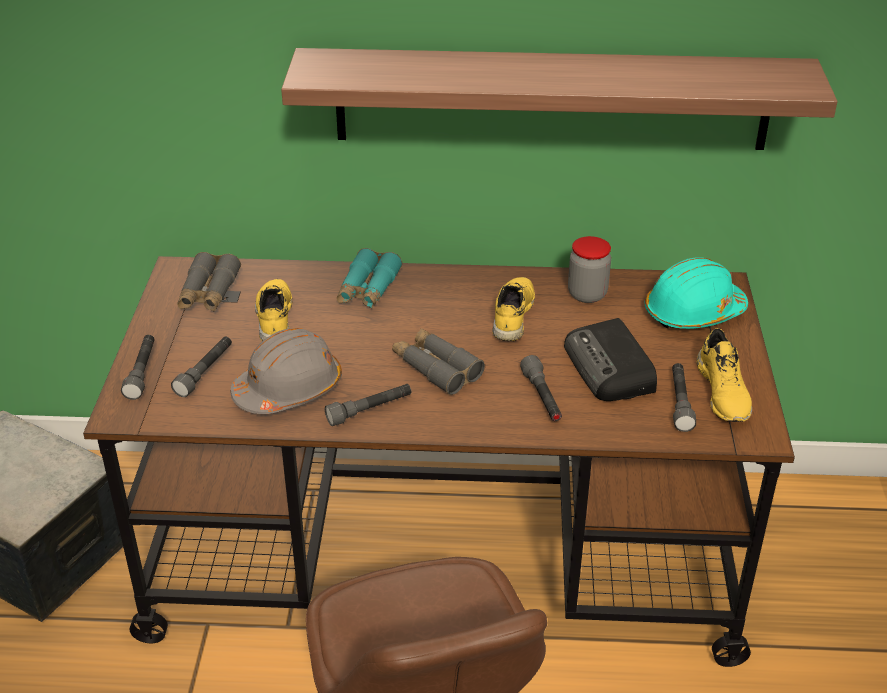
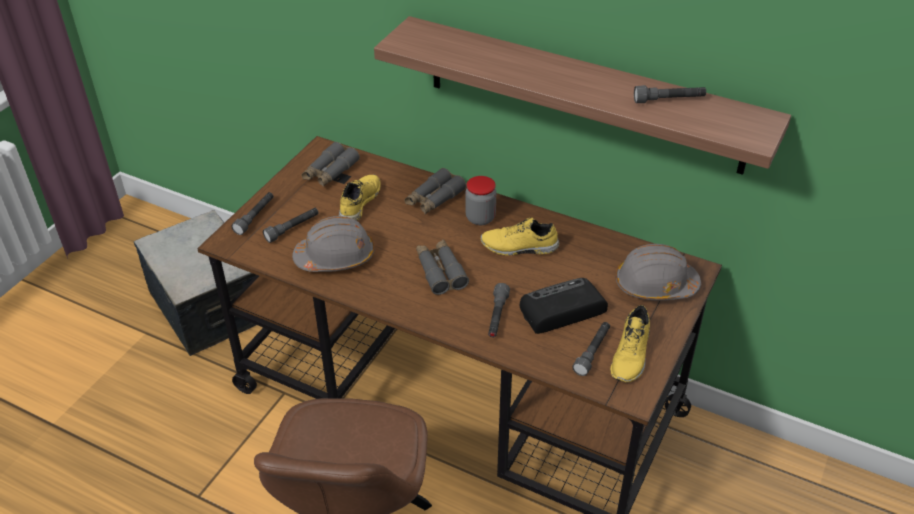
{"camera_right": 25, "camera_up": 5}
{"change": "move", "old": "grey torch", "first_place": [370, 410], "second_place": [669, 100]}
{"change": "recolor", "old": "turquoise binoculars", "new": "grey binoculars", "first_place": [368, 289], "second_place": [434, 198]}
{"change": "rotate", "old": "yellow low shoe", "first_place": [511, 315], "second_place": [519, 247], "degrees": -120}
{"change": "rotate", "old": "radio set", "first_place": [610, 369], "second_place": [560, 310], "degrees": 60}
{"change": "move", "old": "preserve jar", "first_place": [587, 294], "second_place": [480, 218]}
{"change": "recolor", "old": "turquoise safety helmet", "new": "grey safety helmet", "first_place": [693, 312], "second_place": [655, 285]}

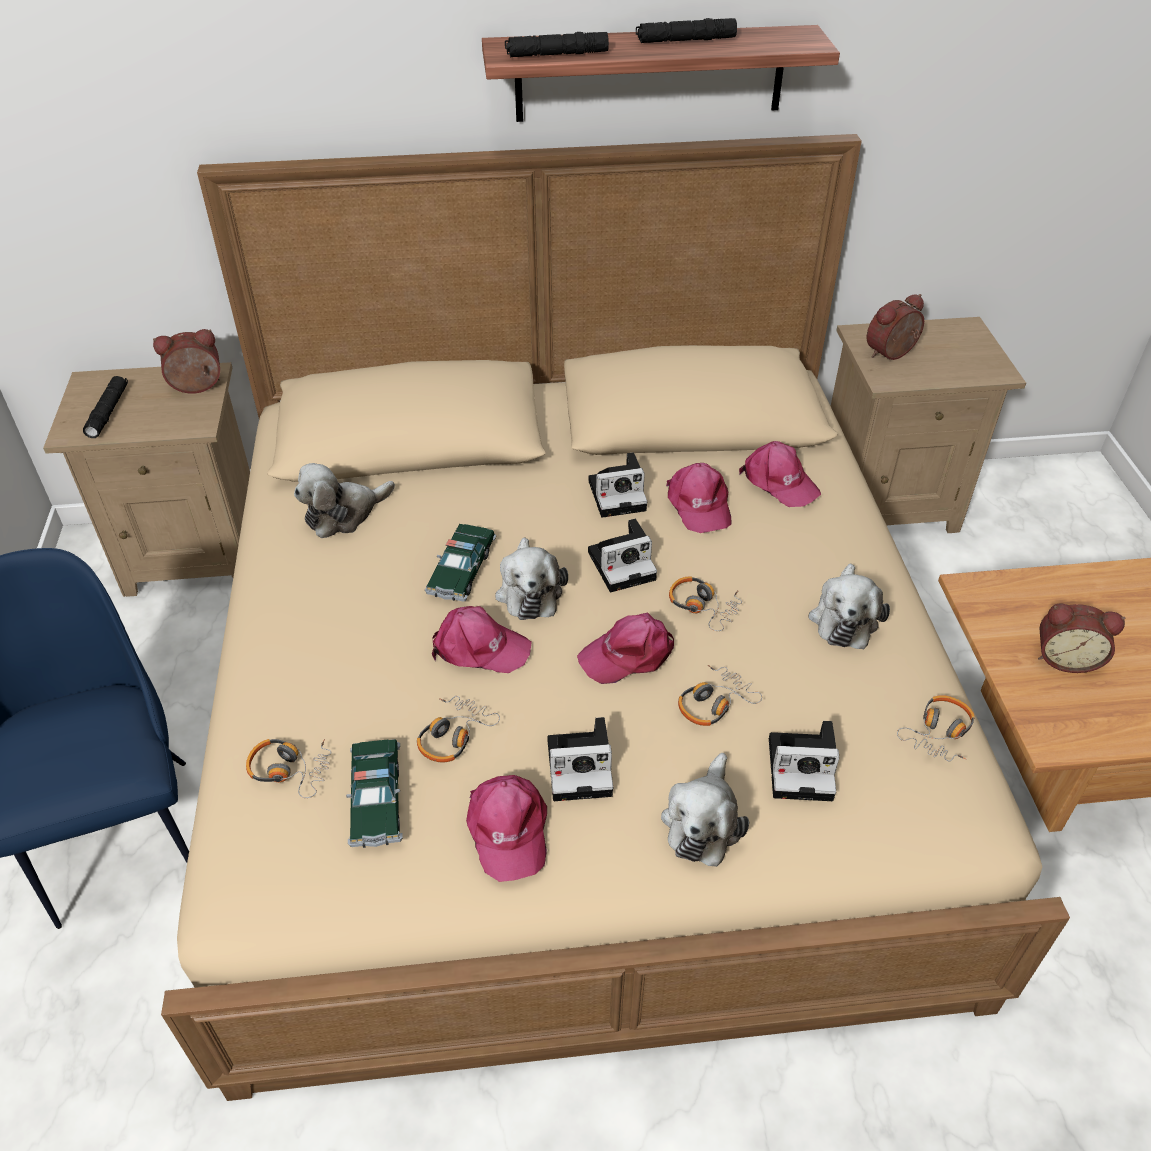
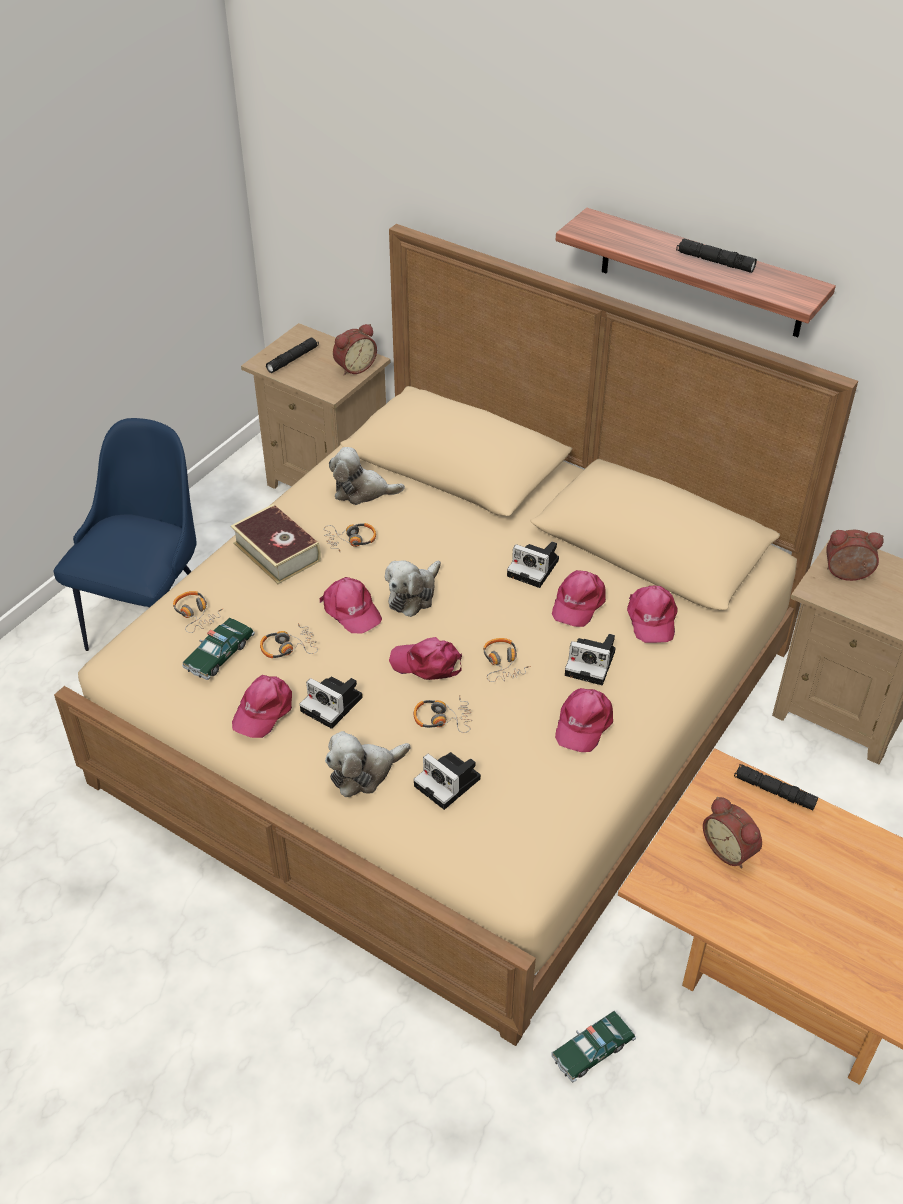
{"camera_right": 40, "camera_up": 0}
{"change": "rotate", "old": "alarm clock", "first_place": [197, 388], "second_place": [354, 367], "degrees": 120}
{"change": "move", "old": "model car", "first_place": [462, 570], "second_place": [592, 1050]}
{"change": "move", "old": "black torch", "first_place": [556, 54], "second_place": [774, 791]}
{"change": "move", "old": "photo camera", "first_place": [623, 564], "second_place": [592, 663]}
{"change": "replace", "old": "plush toy", "new": "pink-coloured baseball cap", "first_place": [844, 618], "second_place": [583, 723]}
{"change": "move", "old": "pair of headphones", "first_place": [939, 733], "second_place": [350, 541]}
{"change": "insert", "new": "volume", "second_place": [277, 552]}

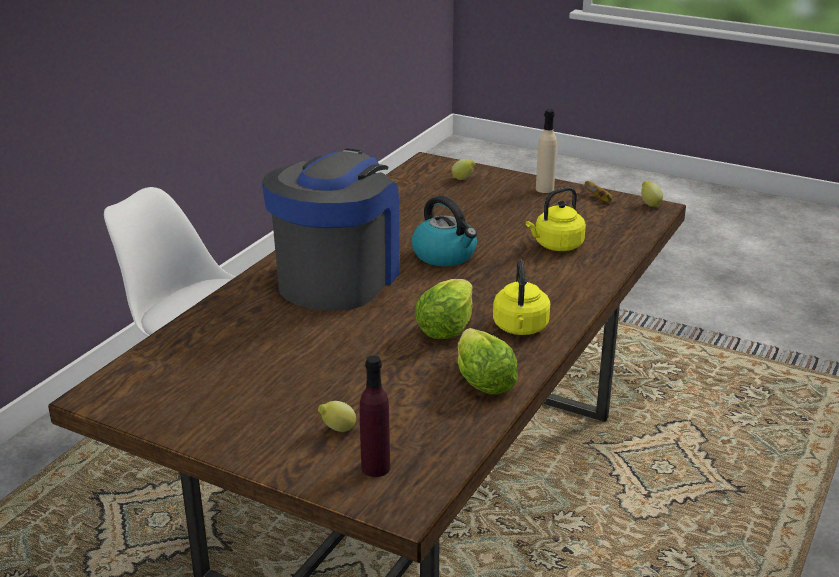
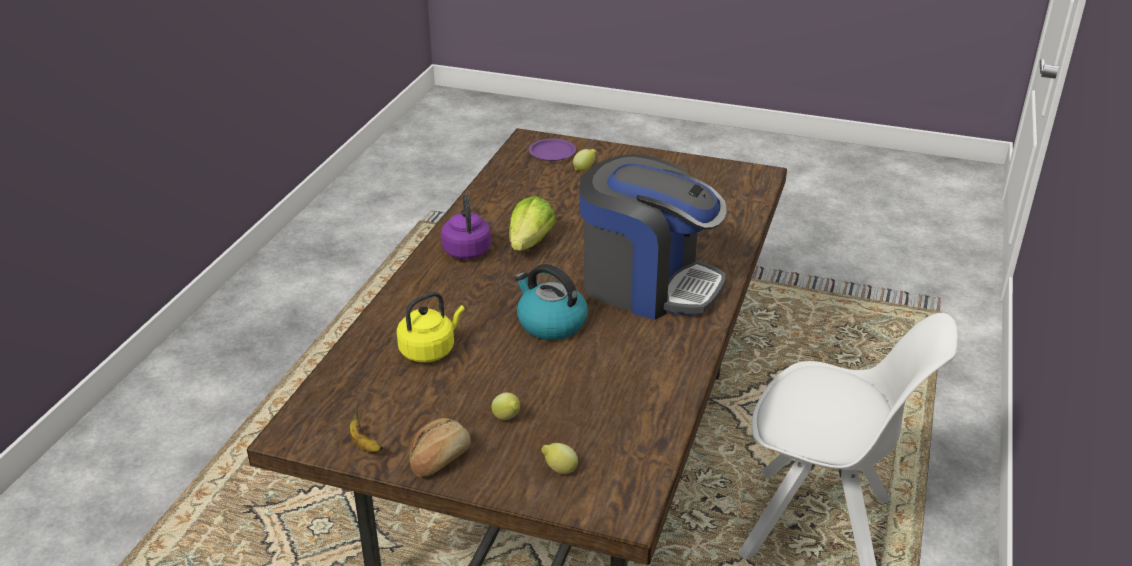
{"camera_right": 170, "camera_up": 5}
{"change": "rotate", "old": "coffee brewer", "first_place": [338, 278], "second_place": [648, 284], "degrees": -75}
{"change": "replace", "old": "purplish beverage bottle", "new": "purplish flat dish", "first_place": [375, 468], "second_place": [552, 153]}
{"change": "delete", "old": "lettuce", "first_place": [482, 380]}
{"change": "recolor", "old": "yellow kettle", "new": "purplish kettle", "first_place": [520, 328], "second_place": [467, 249]}
{"change": "replace", "old": "sand-coloured beverage bottle", "new": "bakery bread", "first_place": [544, 189], "second_place": [439, 459]}
{"change": "move", "old": "citrus fruit", "first_place": [649, 204], "second_place": [507, 418]}

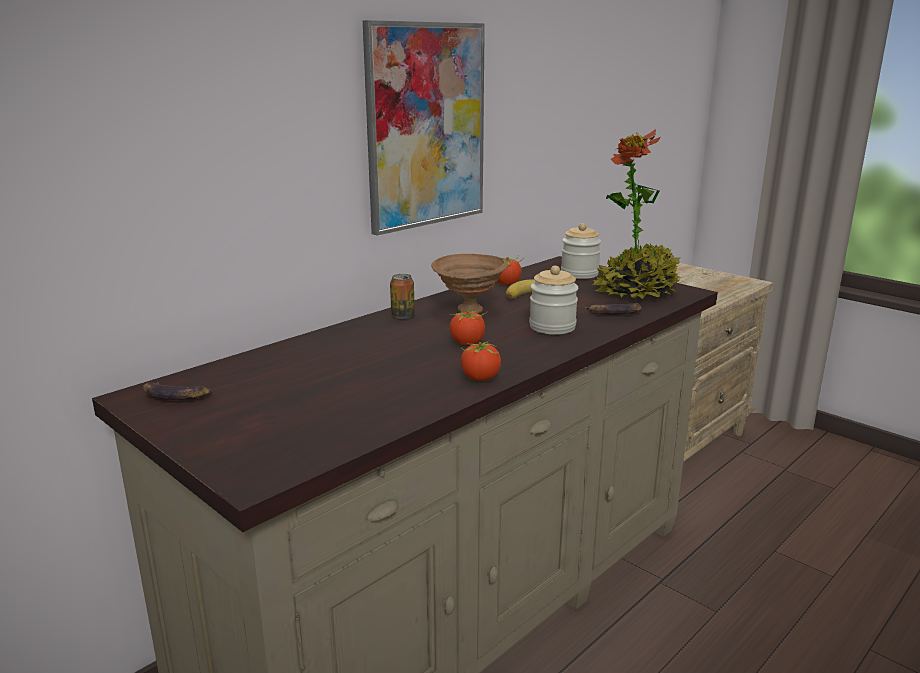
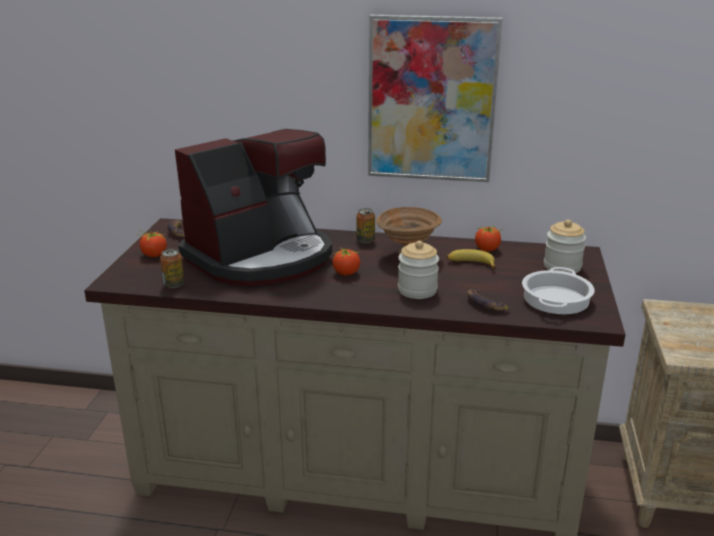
{"camera_right": 55, "camera_up": 5}
{"change": "move", "old": "whole tomato", "first_place": [480, 378], "second_place": [154, 255]}
{"change": "replace", "old": "plant in a pot", "new": "cooking pot", "first_place": [636, 291], "second_place": [556, 299]}
{"change": "insert", "new": "metal can", "second_place": [174, 284]}
{"change": "insert", "new": "coffee brewer", "second_place": [261, 257]}

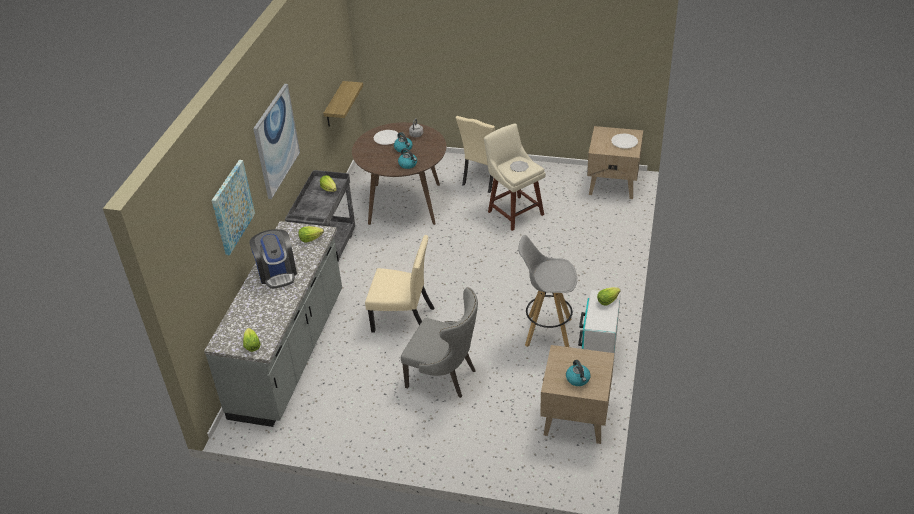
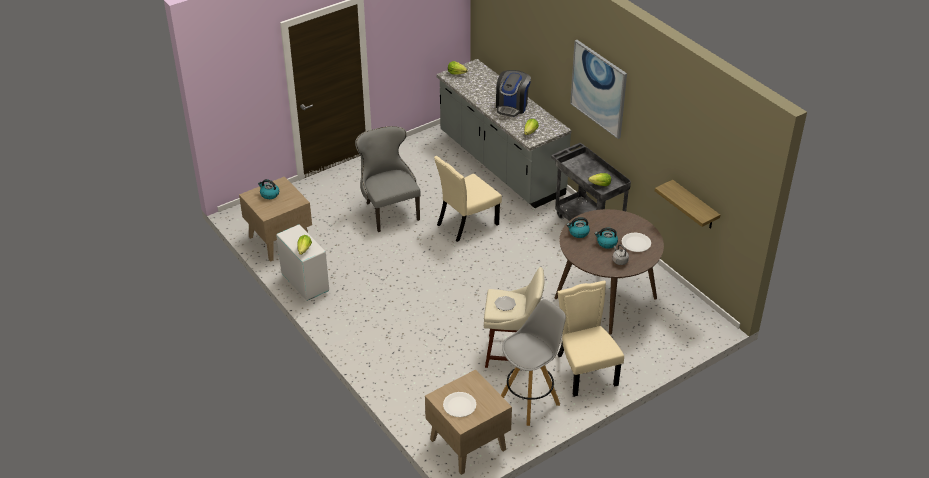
{"camera_right": 130, "camera_up": 0}
{"change": "delete", "old": "wall art", "first_place": [232, 207]}
{"change": "rotate", "old": "coffee brewer", "first_place": [277, 273], "second_place": [512, 106], "degrees": -90}
{"change": "rotate", "old": "grey plain chair", "first_place": [444, 377], "second_place": [389, 211], "degrees": 90}
{"change": "move", "old": "grey stool seat", "first_place": [547, 332], "second_place": [530, 402]}

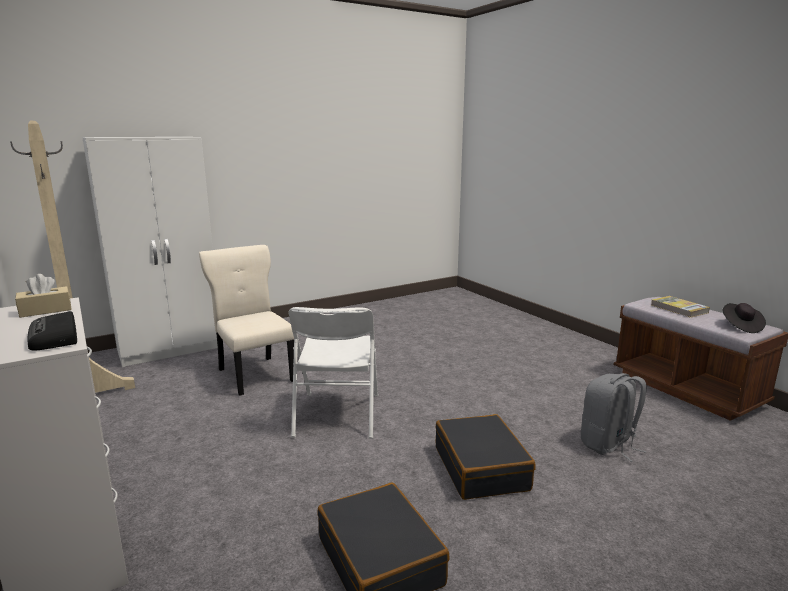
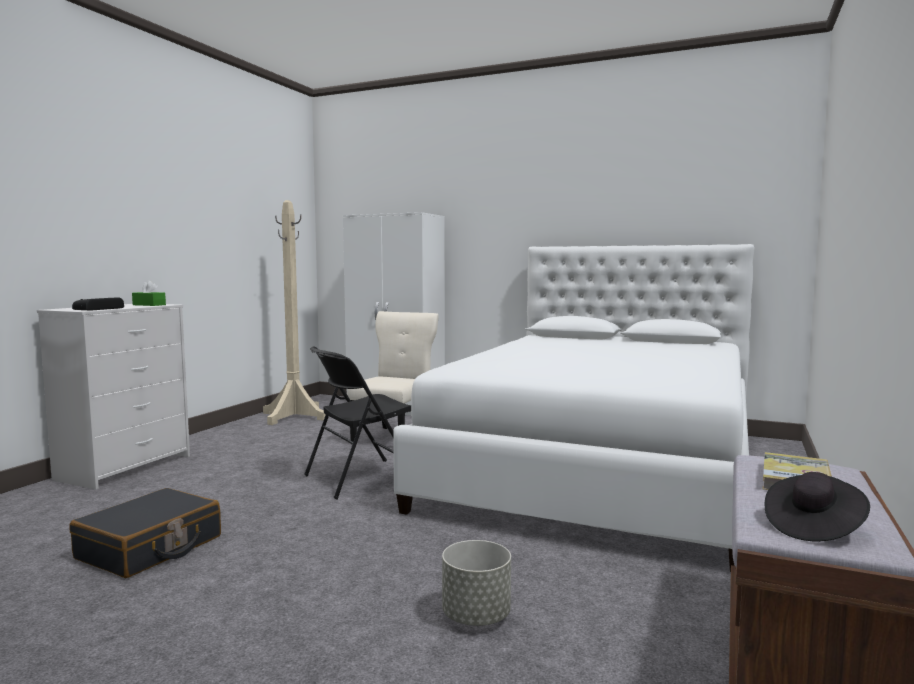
{"camera_right": 55, "camera_up": -10}
{"change": "recolor", "old": "sand-coloured tissue box", "new": "green-coloured tissue box", "first_place": [45, 310], "second_place": [149, 305]}
{"change": "recolor", "old": "white plain chair", "new": "black plain chair", "first_place": [337, 415], "second_place": [362, 478]}
{"change": "delete", "old": "black travel case", "first_place": [481, 468]}
{"change": "replace", "old": "grey rucksack", "new": "grey plant pot", "first_place": [608, 445], "second_place": [475, 616]}
{"change": "insert", "new": "white bedroom bed", "second_place": [600, 467]}

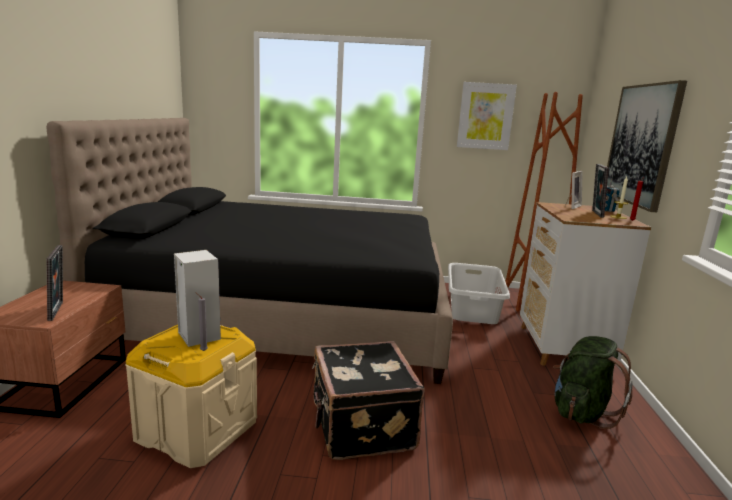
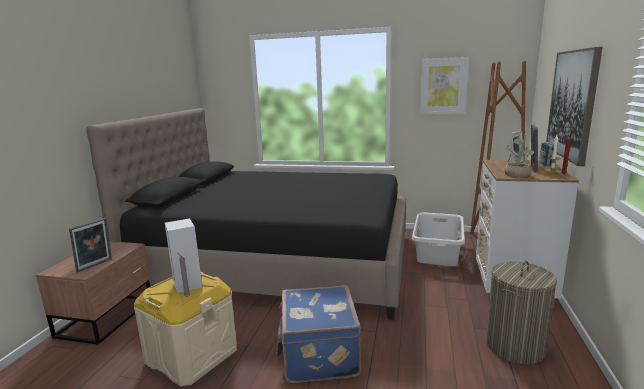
{"camera_right": 10, "camera_up": 0}
{"change": "rotate", "old": "photo frame", "first_place": [59, 311], "second_place": [95, 265], "degrees": 45}
{"change": "recolor", "old": "black travel case", "new": "bluish travel case", "first_place": [360, 425], "second_place": [318, 355]}
{"change": "replace", "old": "green-coloured rucksack", "new": "laundry basket", "first_place": [581, 412], "second_place": [514, 346]}
{"change": "insert", "new": "plant in a pot", "second_place": [517, 175]}

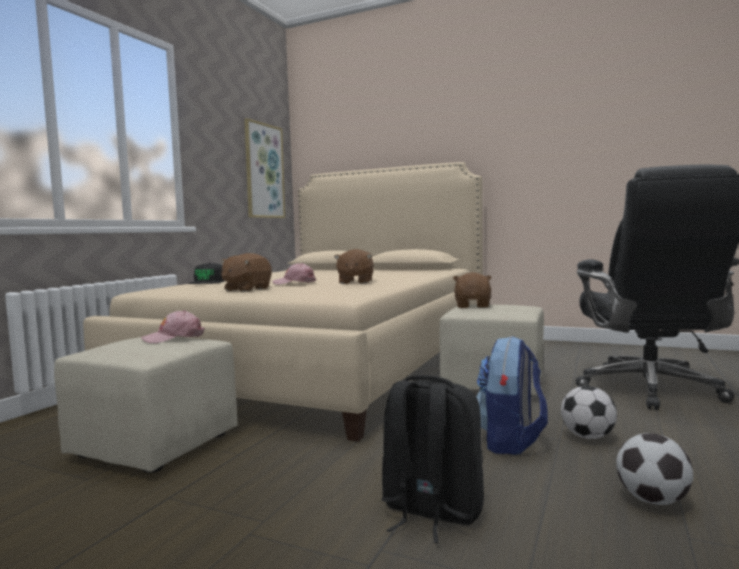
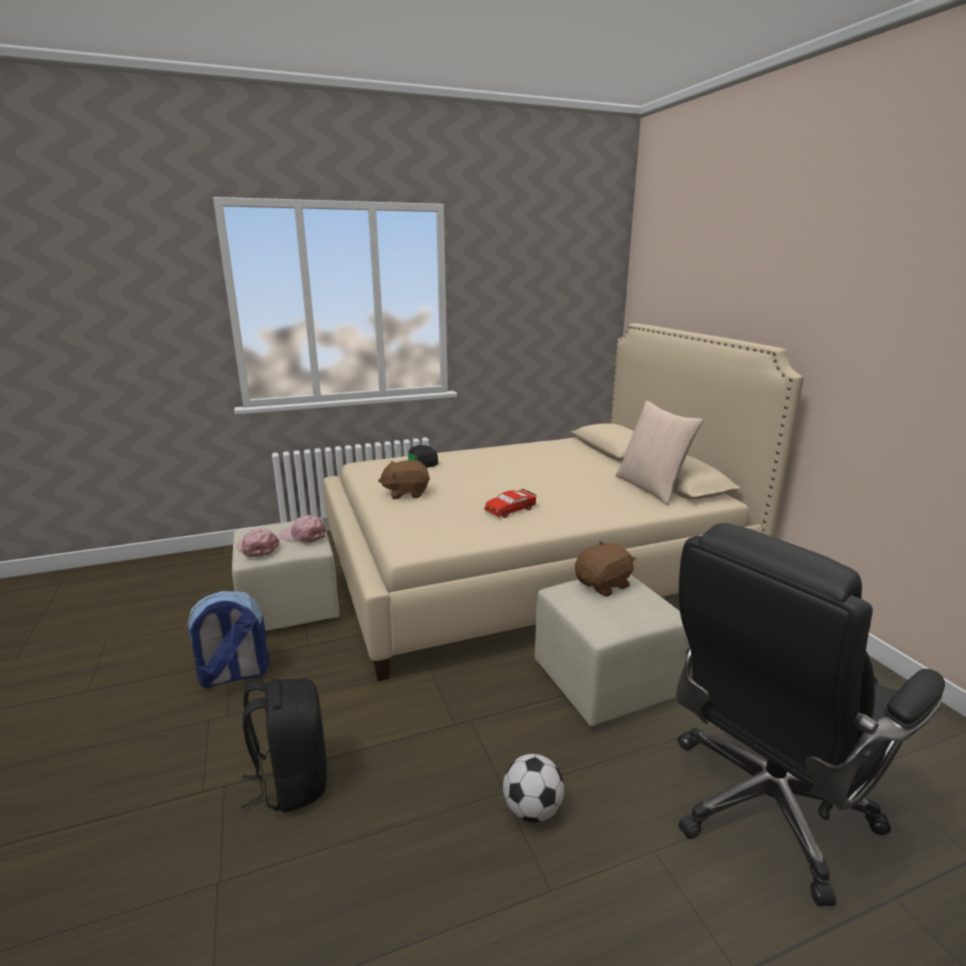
{"camera_right": 45, "camera_up": 15}
{"change": "delete", "old": "wall art", "first_place": [264, 171]}
{"change": "move", "old": "pink-coloured baseball cap", "first_place": [294, 282], "second_place": [257, 548]}
{"change": "replace", "old": "brown-coloured plush toy", "new": "red-coloured model car", "first_place": [355, 282], "second_place": [510, 509]}
{"change": "move", "old": "rucksack", "first_place": [510, 441], "second_place": [233, 675]}
{"change": "delete", "old": "ball for football", "first_place": [653, 500]}
{"change": "insert", "new": "sand-coloured cushion", "second_place": [651, 488]}

